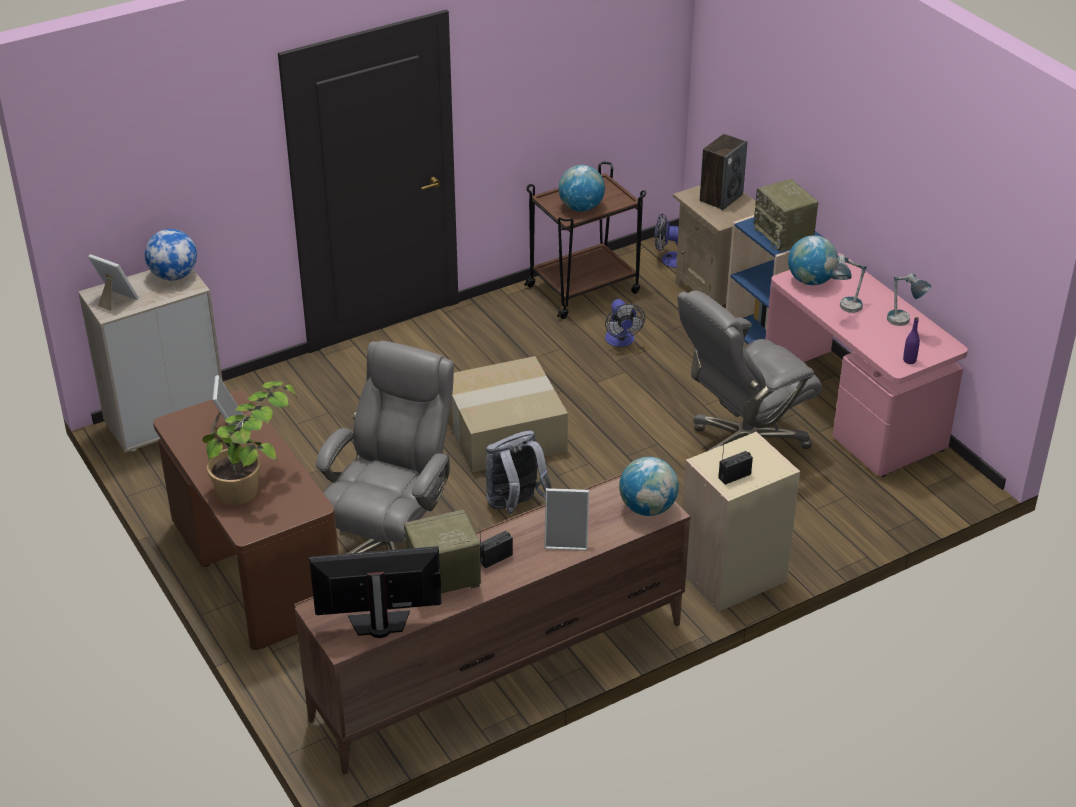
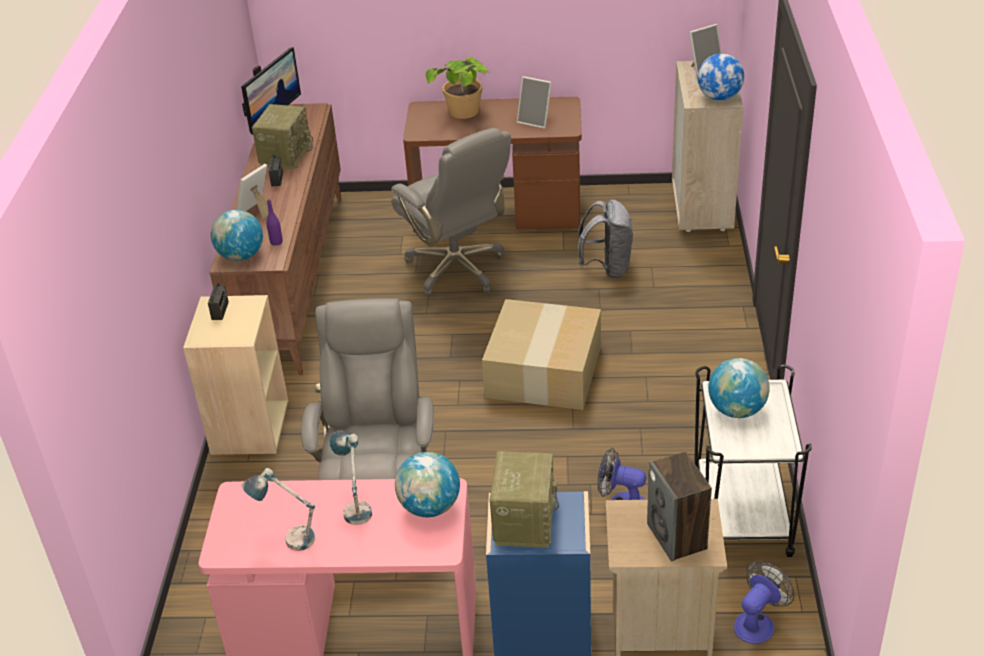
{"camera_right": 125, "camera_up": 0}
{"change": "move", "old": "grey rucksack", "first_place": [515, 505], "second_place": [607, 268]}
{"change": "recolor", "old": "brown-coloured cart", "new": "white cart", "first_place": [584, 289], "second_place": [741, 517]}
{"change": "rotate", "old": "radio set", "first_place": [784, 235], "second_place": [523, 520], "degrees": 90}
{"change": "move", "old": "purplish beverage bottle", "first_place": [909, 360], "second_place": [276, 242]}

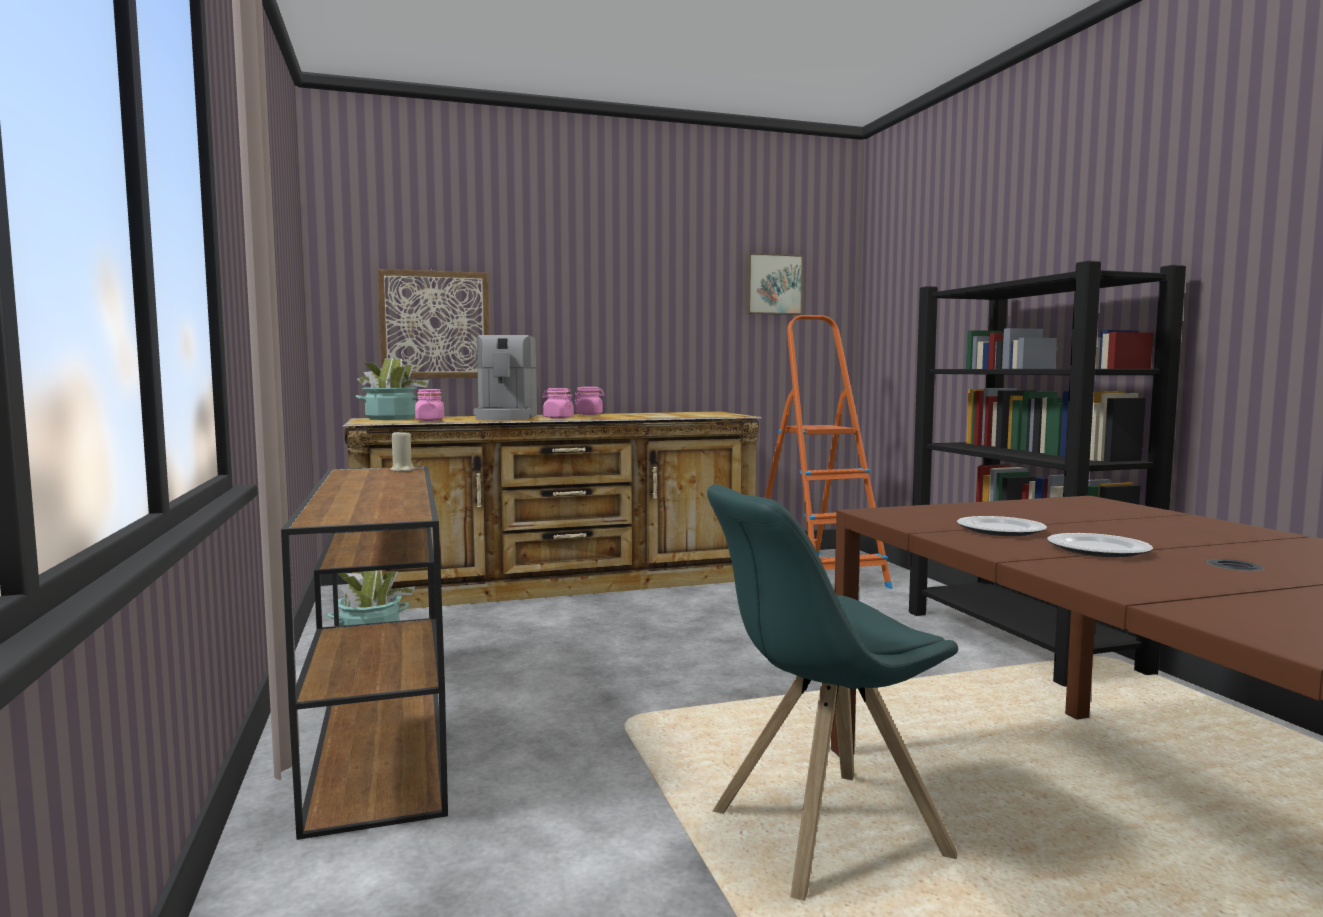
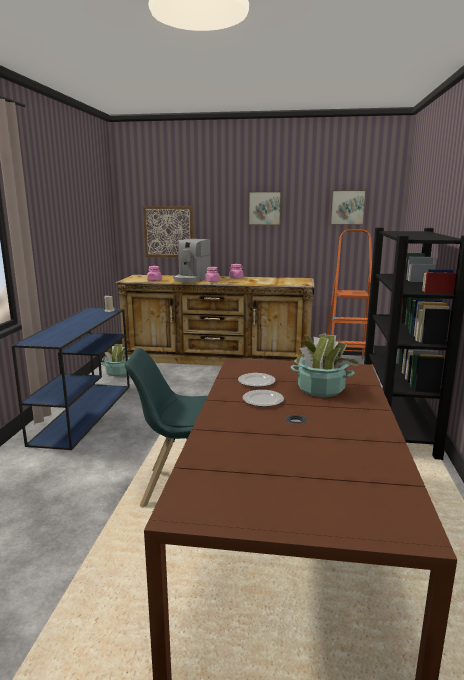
{"camera_right": 25, "camera_up": 10}
{"change": "recolor", "old": "brown-coloured console table", "new": "bluish console table", "first_place": [380, 725], "second_place": [84, 412]}
{"change": "move", "old": "plant in a pot", "first_place": [391, 418], "second_place": [320, 389]}
{"change": "insert", "new": "wall art", "second_place": [264, 208]}

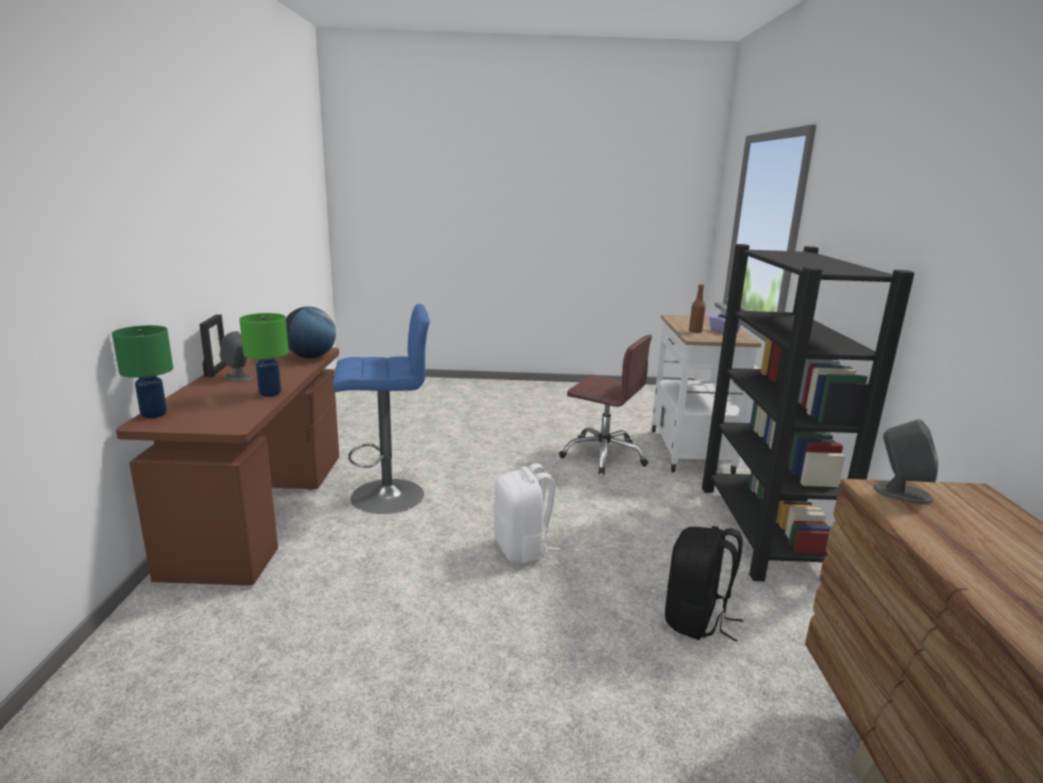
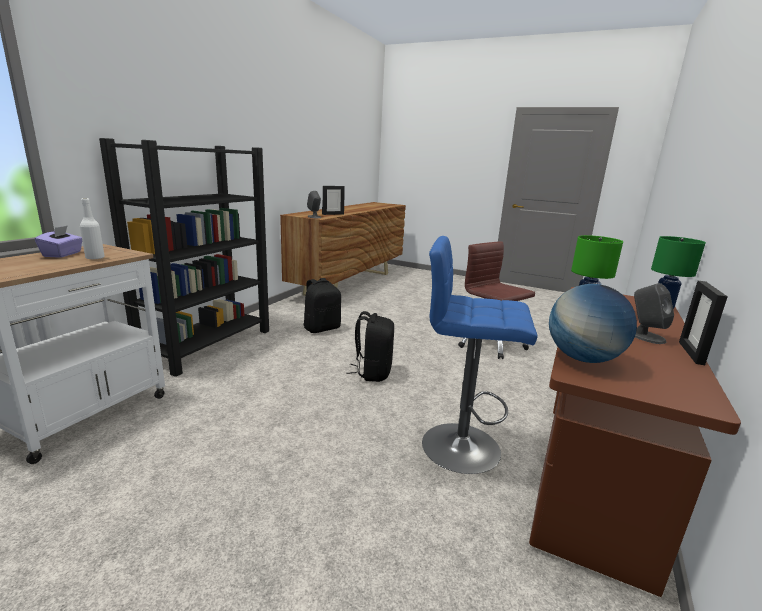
{"camera_right": -155, "camera_up": 0}
{"change": "recolor", "old": "white rucksack", "new": "black rucksack", "first_place": [522, 549], "second_place": [372, 372]}
{"change": "move", "old": "brown-coloured computer chair", "first_place": [603, 455], "second_place": [490, 343]}
{"change": "recolor", "old": "brown-coloured beverage bottle", "new": "white beverage bottle", "first_place": [695, 331], "second_place": [95, 258]}
{"change": "insert", "new": "photo frame", "second_place": [333, 214]}

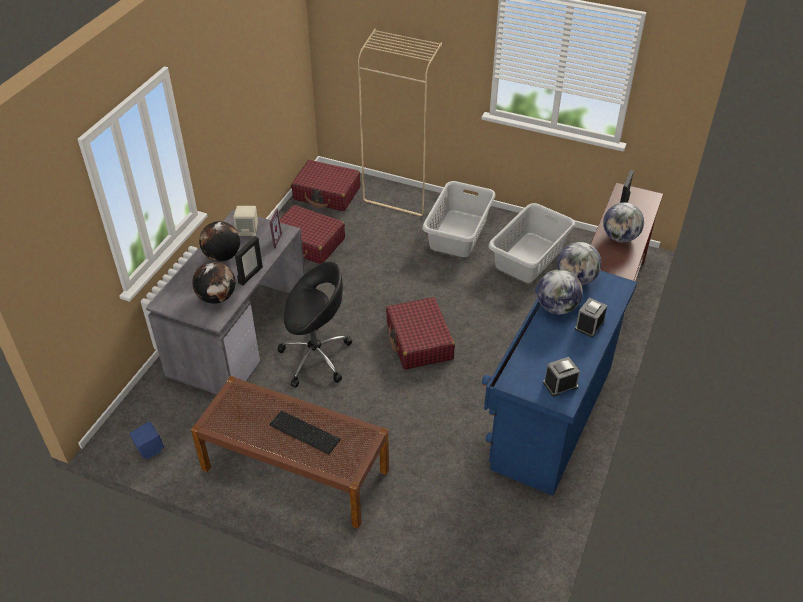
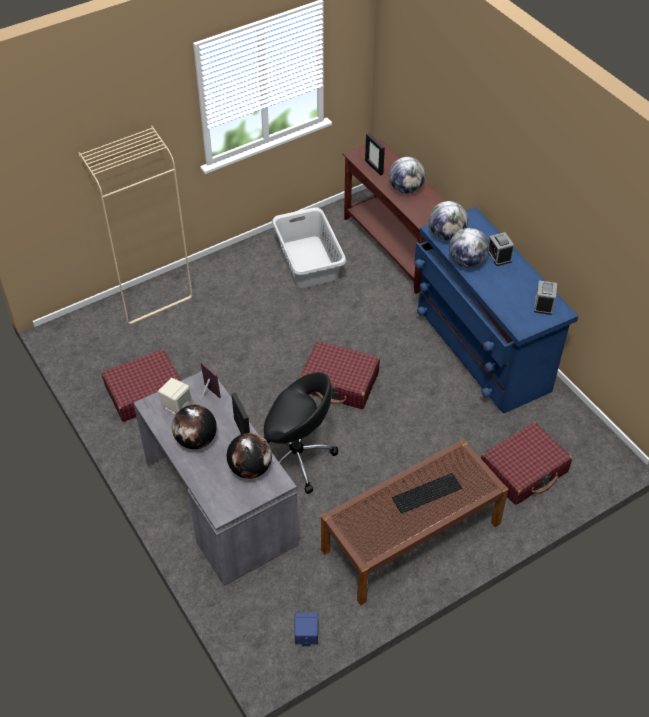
{"camera_right": -55, "camera_up": 5}
{"change": "rotate", "old": "black computer chair", "first_place": [317, 357], "second_place": [298, 459], "degrees": 75}
{"change": "move", "old": "red-coloured travel case", "first_place": [327, 193], "second_place": [524, 470]}
{"change": "delete", "old": "grey laundry basket", "first_place": [459, 233]}

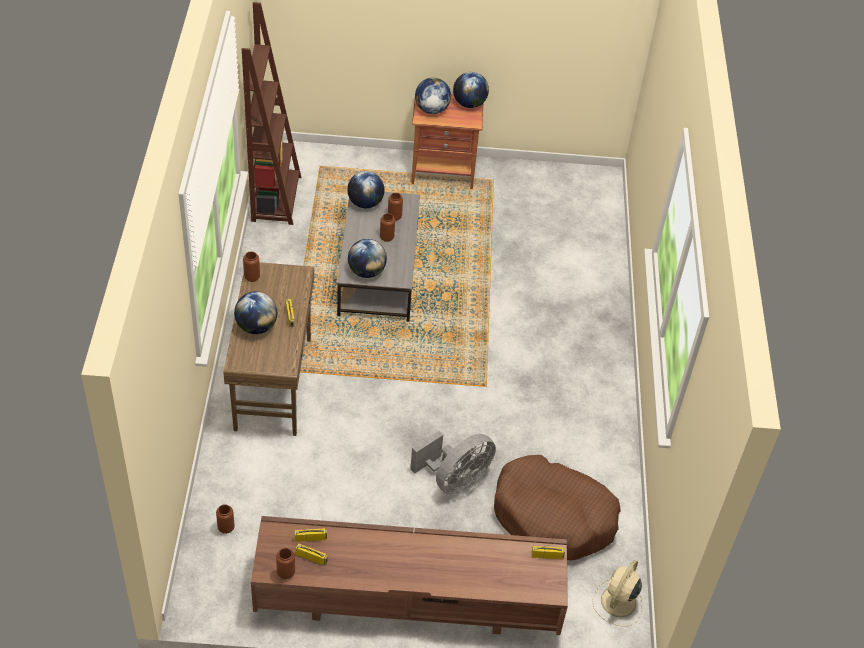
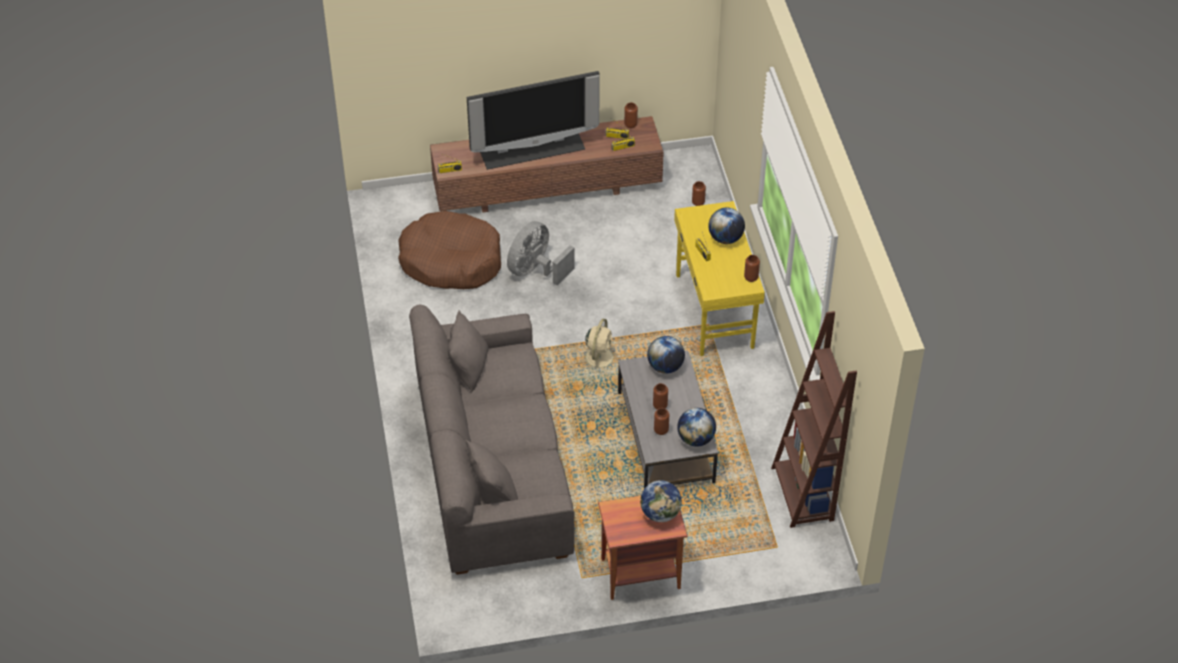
{"camera_right": 170, "camera_up": 0}
{"change": "recolor", "old": "brown-coloured console table", "new": "yellow console table", "first_place": [273, 383], "second_place": [715, 312]}
{"change": "delete", "old": "desk globe", "first_place": [469, 104]}
{"change": "move", "old": "sand-coloured electric fan", "first_place": [617, 603], "second_place": [599, 356]}
{"change": "insert", "new": "grey sofa", "second_place": [493, 467]}
{"change": "insert", "new": "television", "second_place": [532, 149]}

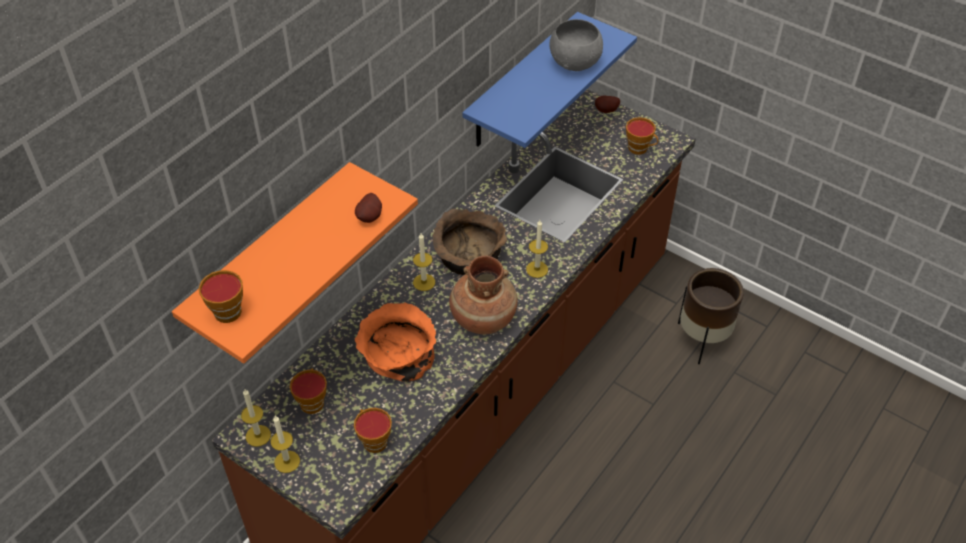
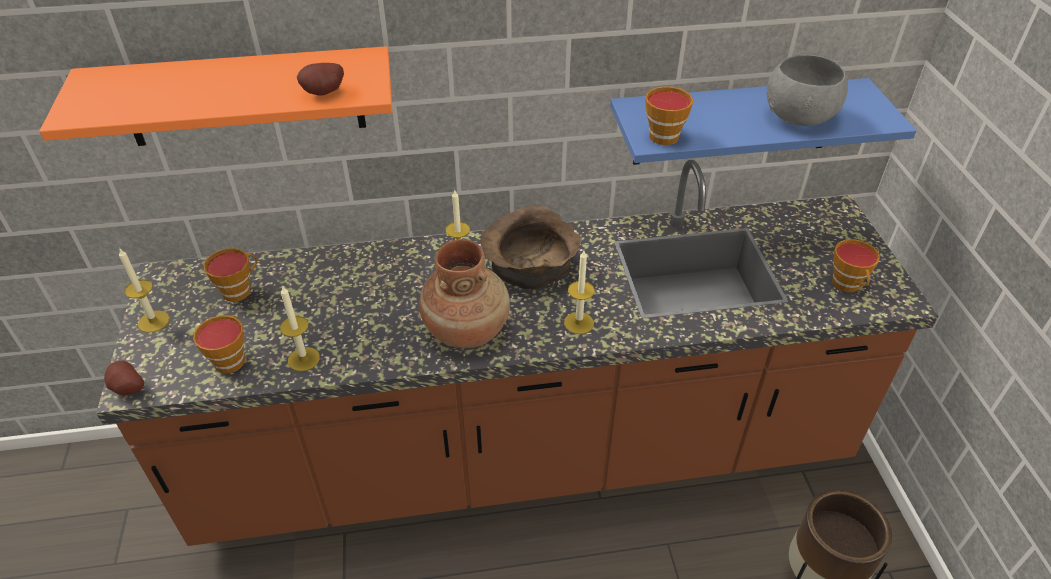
{"camera_right": 45, "camera_up": -5}
{"change": "move", "old": "drinking cup", "first_place": [226, 309], "second_place": [664, 134]}
{"change": "move", "old": "candle", "first_place": [258, 435], "second_place": [303, 359]}
{"change": "delete", "old": "orangey serving bowl", "first_place": [397, 354]}
{"change": "move", "old": "potato", "first_place": [607, 111], "second_place": [127, 389]}

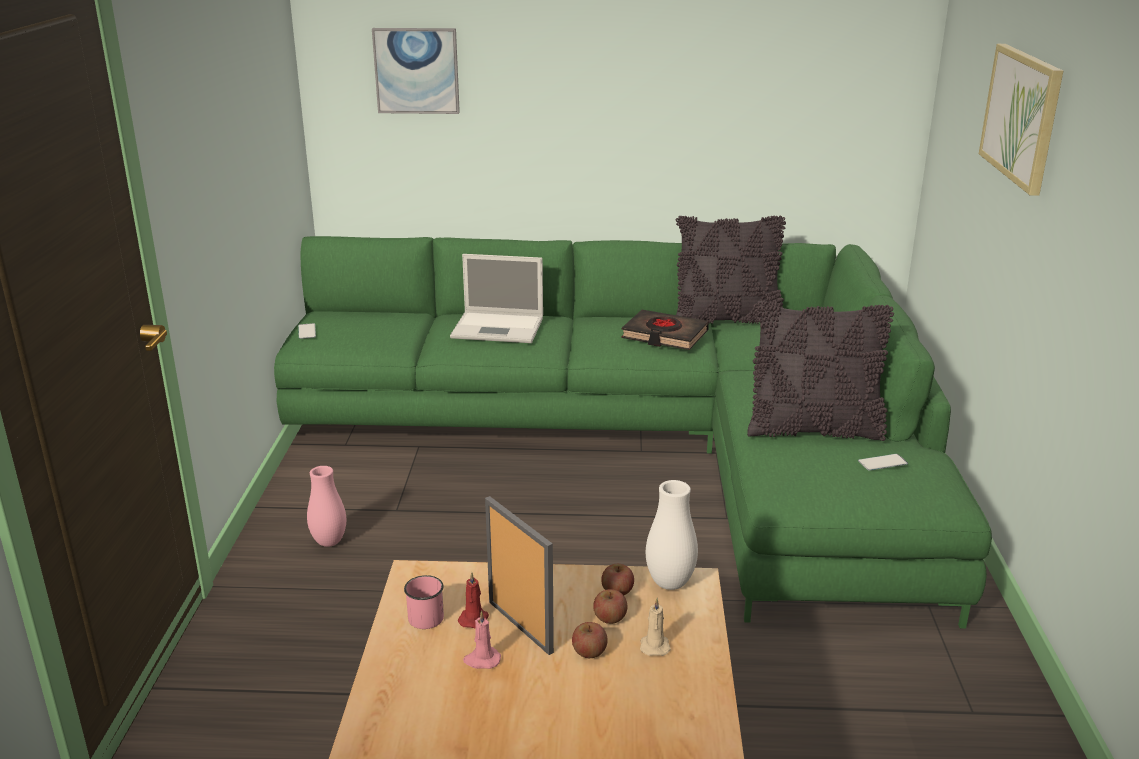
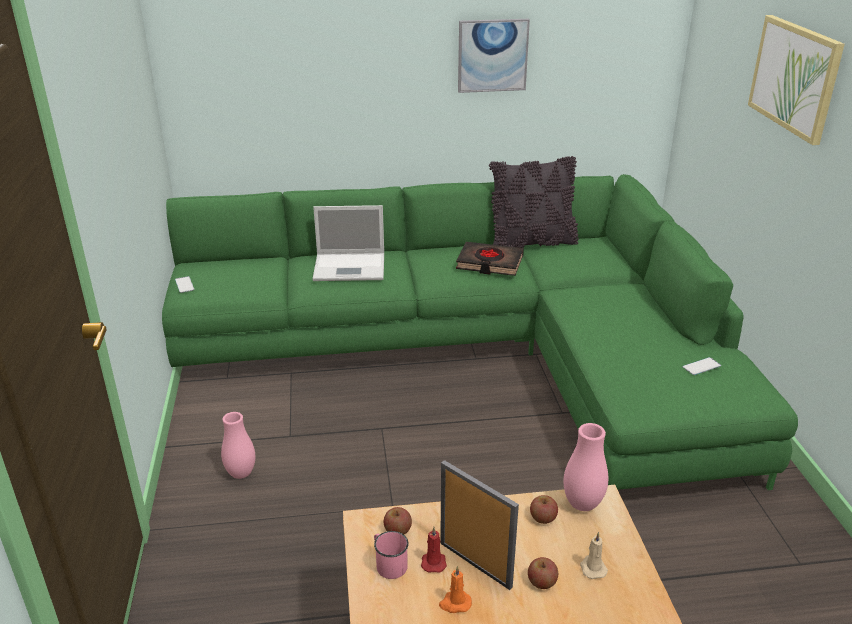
{"camera_right": -10, "camera_up": 5}
{"change": "move", "old": "wall art", "first_place": [416, 70], "second_place": [492, 55]}
{"change": "recolor", "old": "pink-coloured candle", "new": "orangey candle", "first_place": [481, 660], "second_place": [455, 603]}
{"change": "move", "old": "apple fruit", "first_place": [610, 618], "second_place": [397, 530]}
{"change": "recolor", "old": "white flower vase", "new": "pink-coloured flower vase", "first_place": [670, 583], "second_place": [582, 504]}
{"change": "delete", "old": "black cushion", "first_place": [813, 429]}

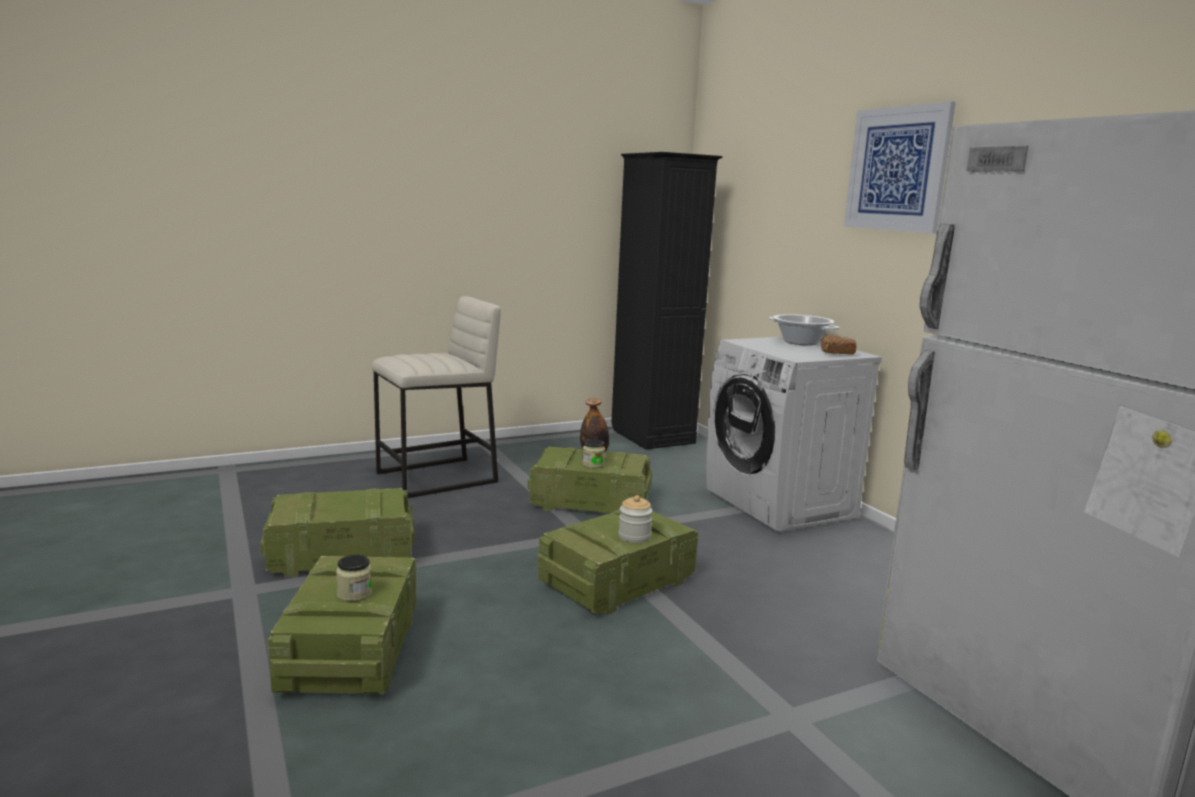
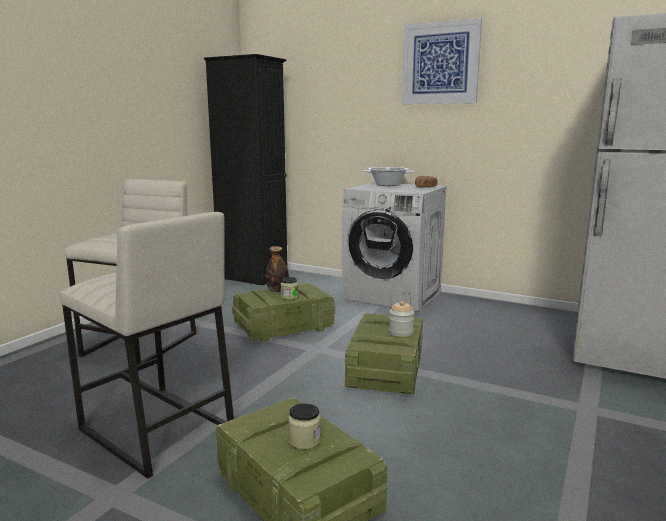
{"camera_right": -35, "camera_up": 0}
{"change": "replace", "old": "shipping crate", "new": "sand-coloured stool seat", "first_place": [339, 555], "second_place": [156, 430]}

